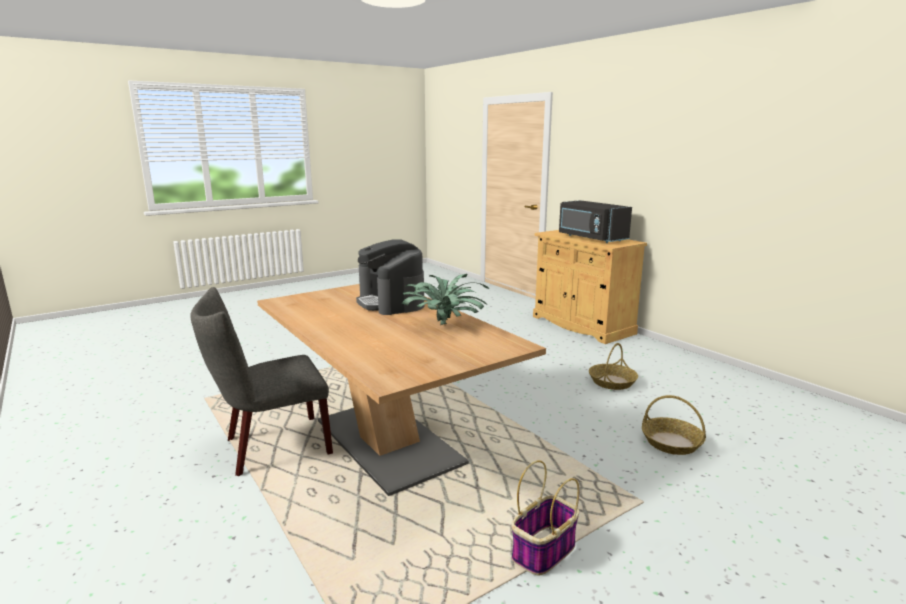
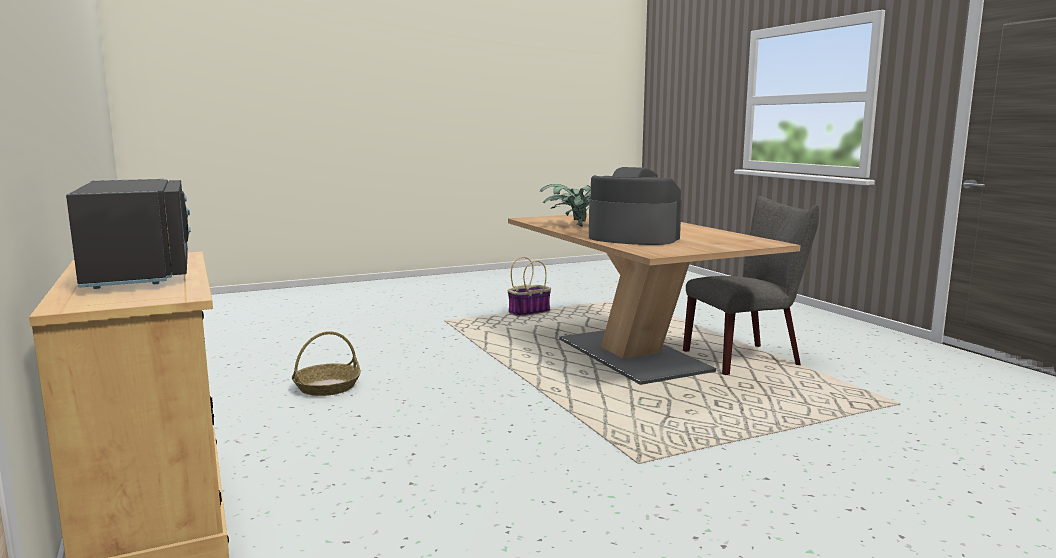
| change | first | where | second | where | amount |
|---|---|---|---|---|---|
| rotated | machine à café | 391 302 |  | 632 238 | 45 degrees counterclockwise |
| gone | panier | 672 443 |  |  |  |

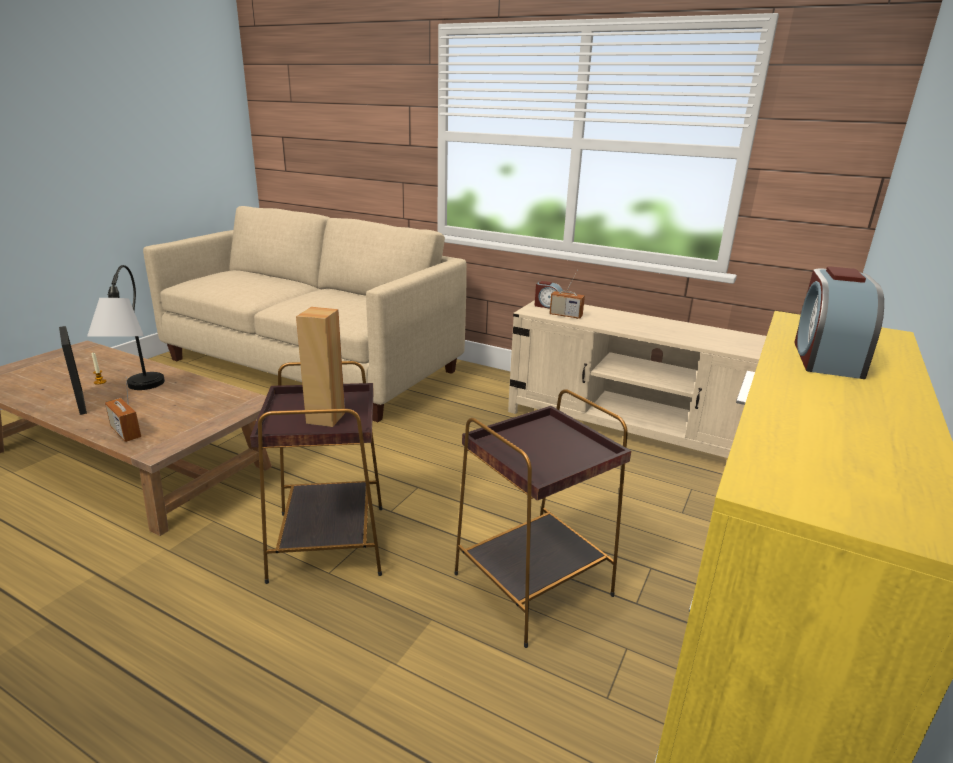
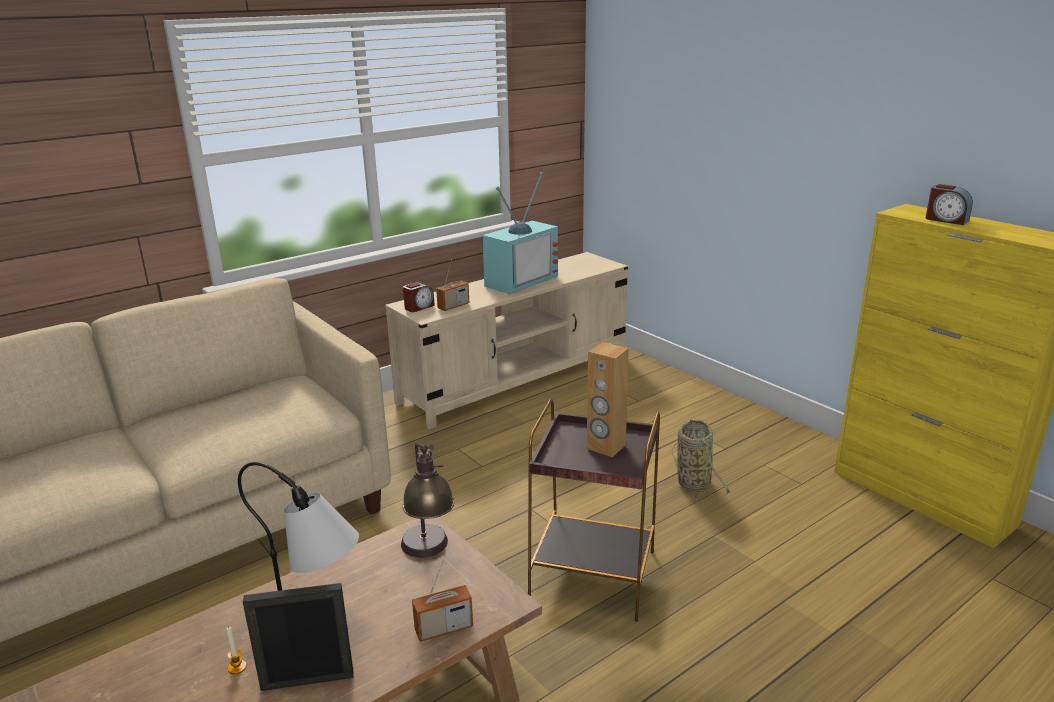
| change | first | where | second | where | amount |
|---|---|---|---|---|---|
| new |  |  | lampe de table | 429 553 |  |
| new |  |  | téléviseur | 519 280 |  |
| swapped | table d'appoint [marron] | 534 584 | panier | 692 482 |  |

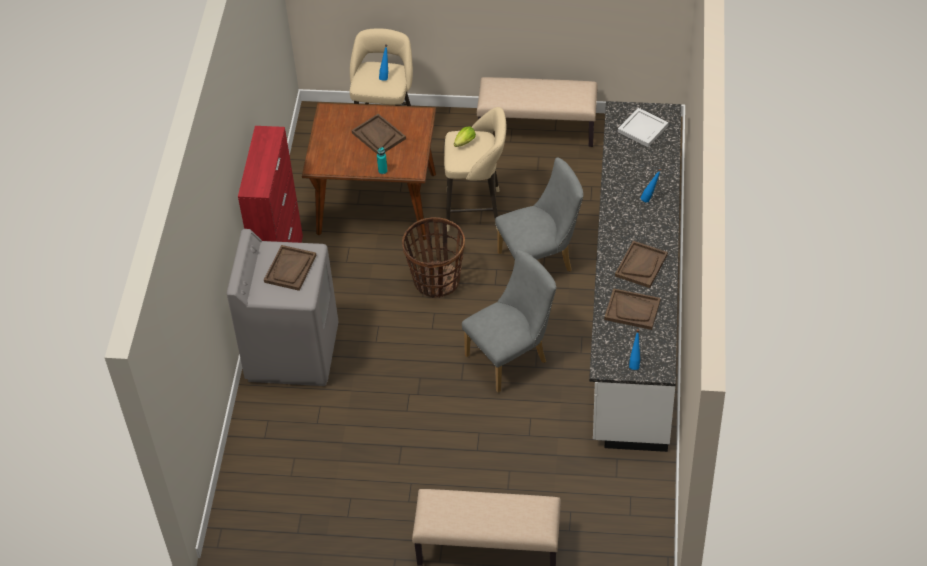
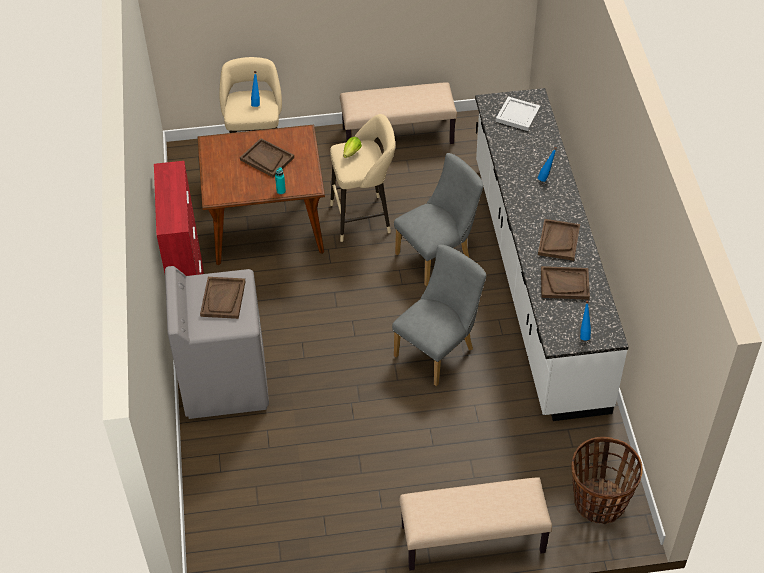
| change | first | where | second | where | amount |
|---|---|---|---|---|---|
| shifted | panier | 436 280 |  | 599 502 |  |

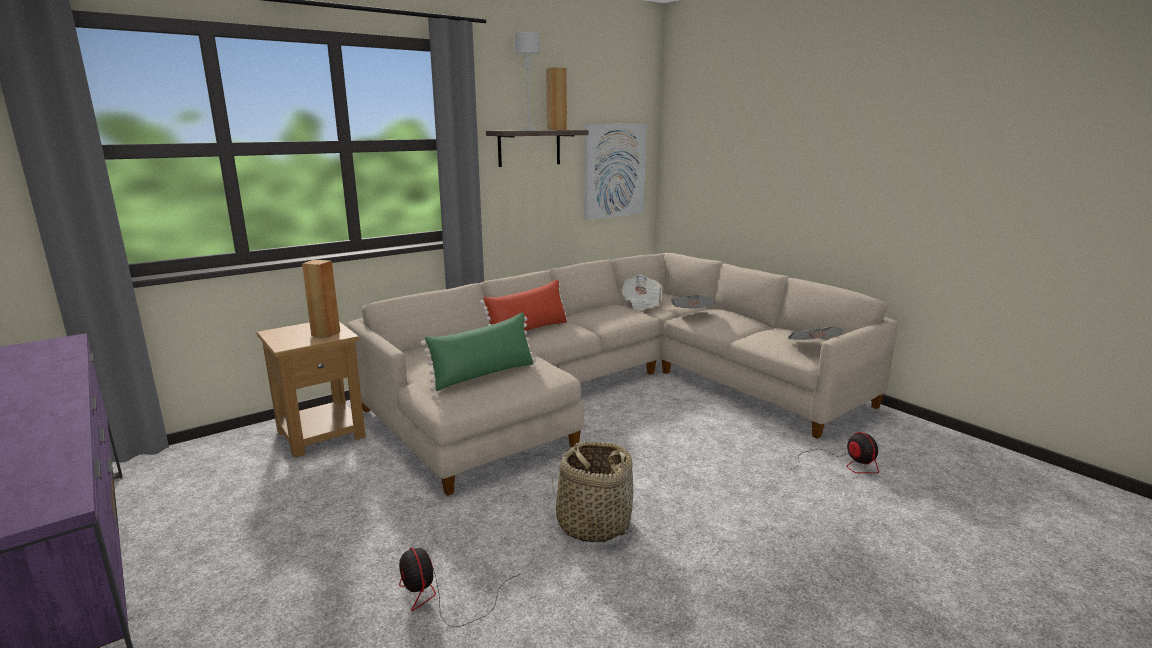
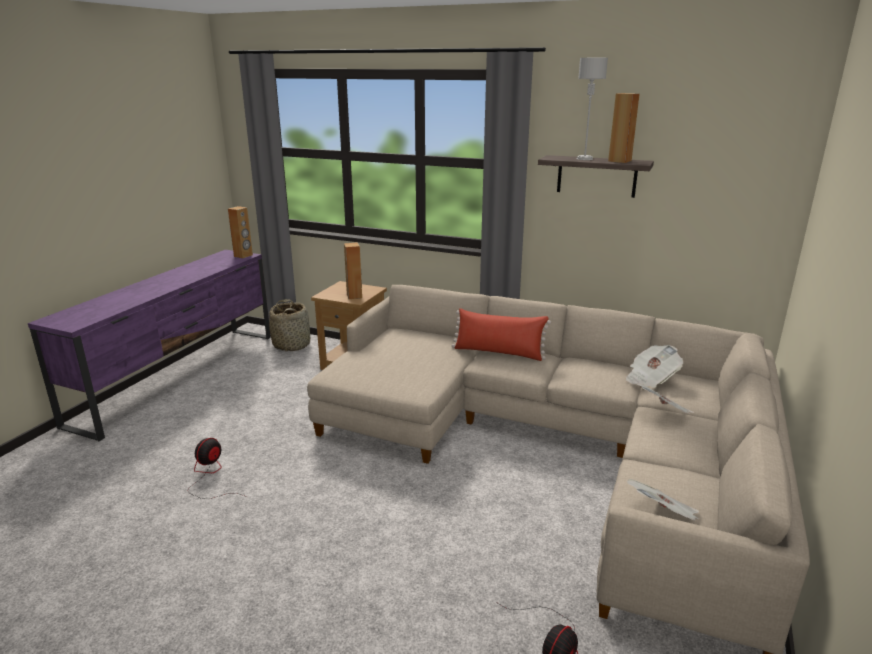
| change | first | where | second | where | amount |
|---|---|---|---|---|---|
| new |  |  | enceinte [marron] | 243 256 |  |
| shifted | panier | 593 523 |  | 292 344 |  |
| gone | coussin [vert] | 484 375 |  |  |  |
| gone | tableau | 615 171 |  |  |  |

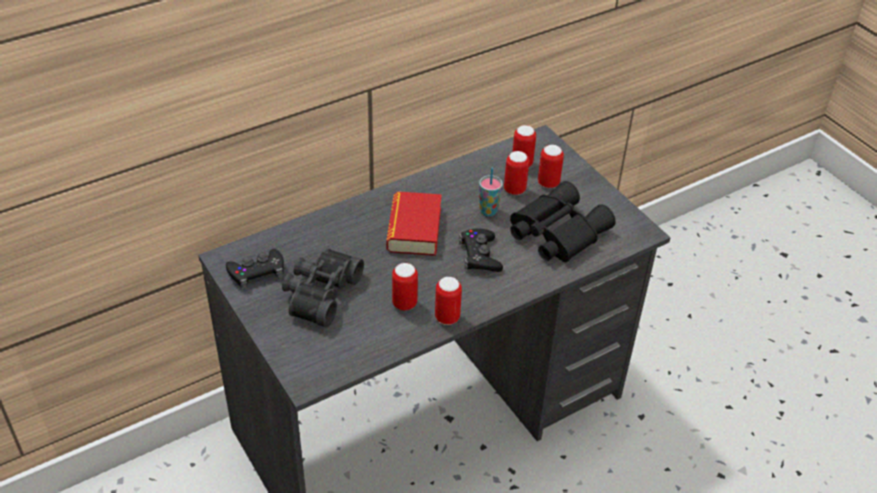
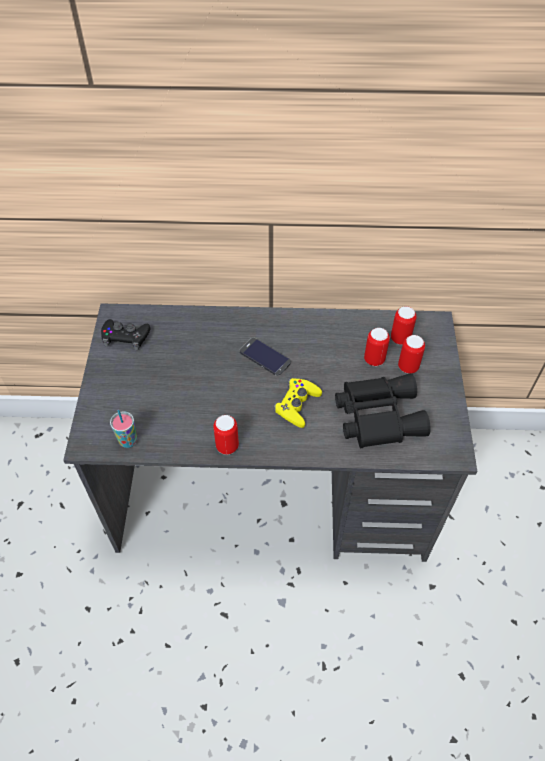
| change | first | where | second | where | amount |
|---|---|---|---|---|---|
| shifted | tasse | 488 211 |  | 128 441 |  |
| swapped | livre | 414 229 | téléphone | 265 356 |  |
| repainted | manette [noir] | 480 255 | manette [jaune] | 297 405 |  |
| gone | jumelles [noir] | 319 293 |  |  |  |
| gone | boîte métallique | 404 303 |  |  |  |

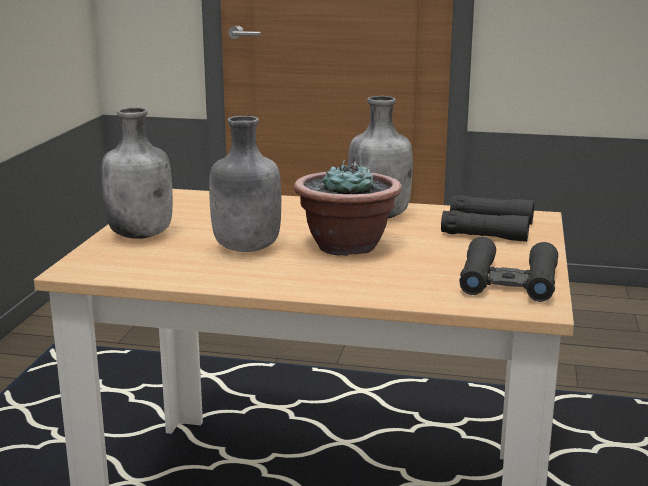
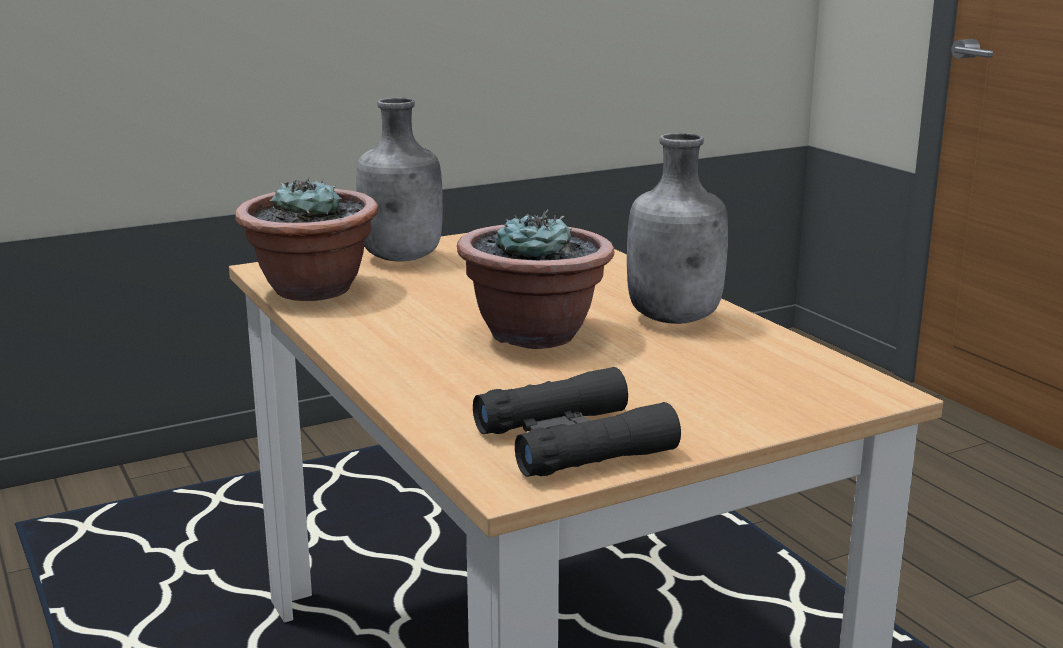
| change | first | where | second | where | amount |
|---|---|---|---|---|---|
| new |  |  | plante en pot | 312 290 |  |
| gone | bouteille [gris] | 246 248 |  |  |  |
| gone | jumelles [noir] | 487 228 |  |  |  |

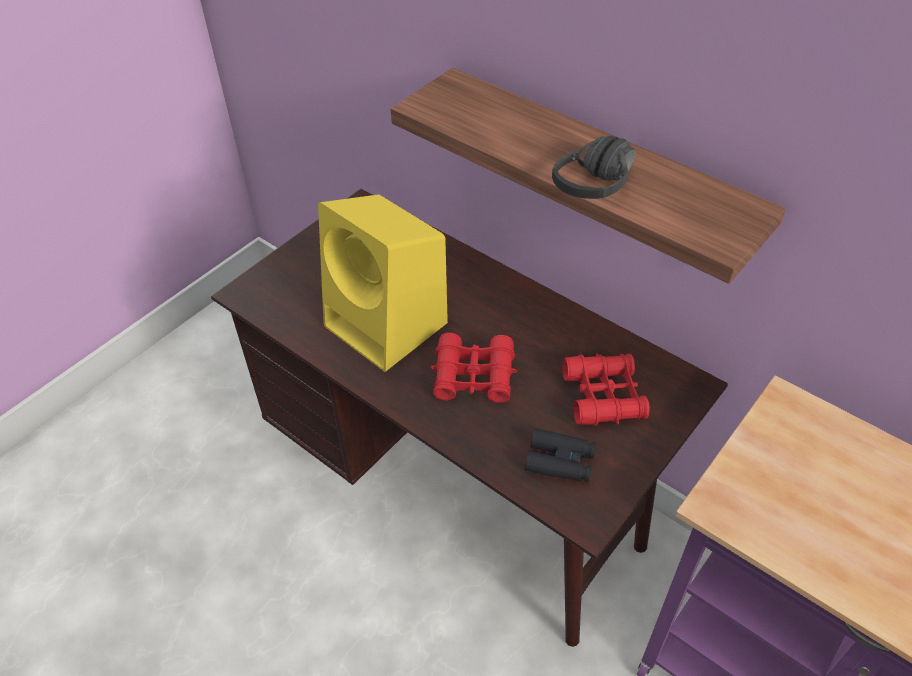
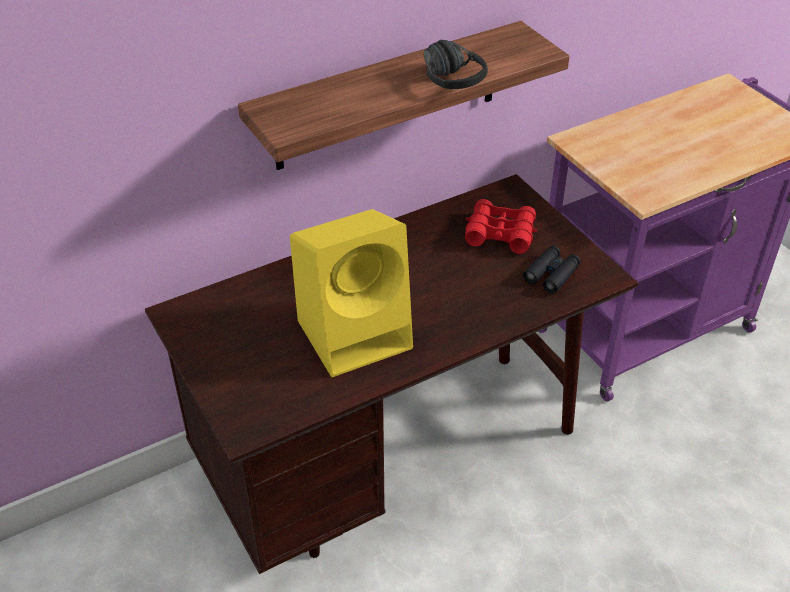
| change | first | where | second | where | amount |
|---|---|---|---|---|---|
| gone | jumelles [rouge] | 474 376 |  |  |  |

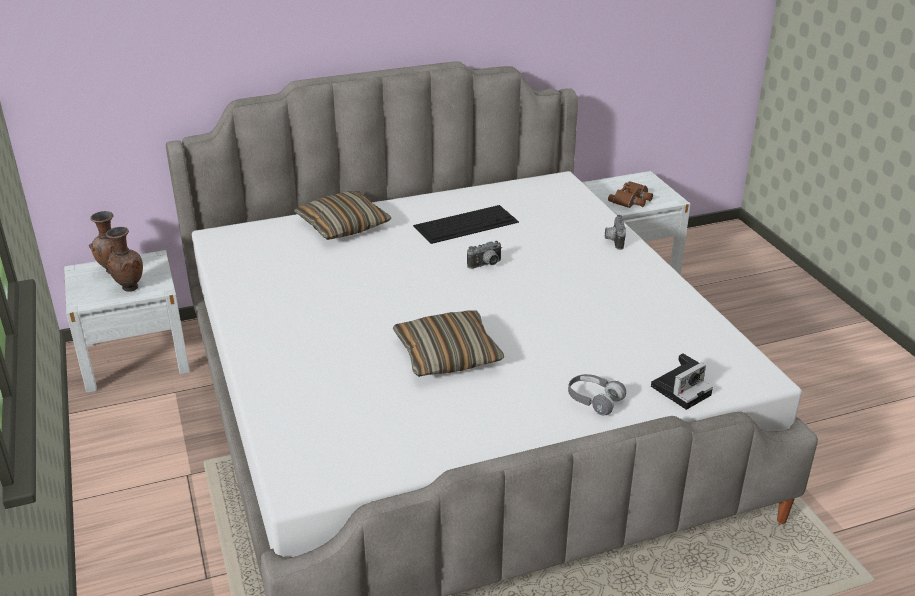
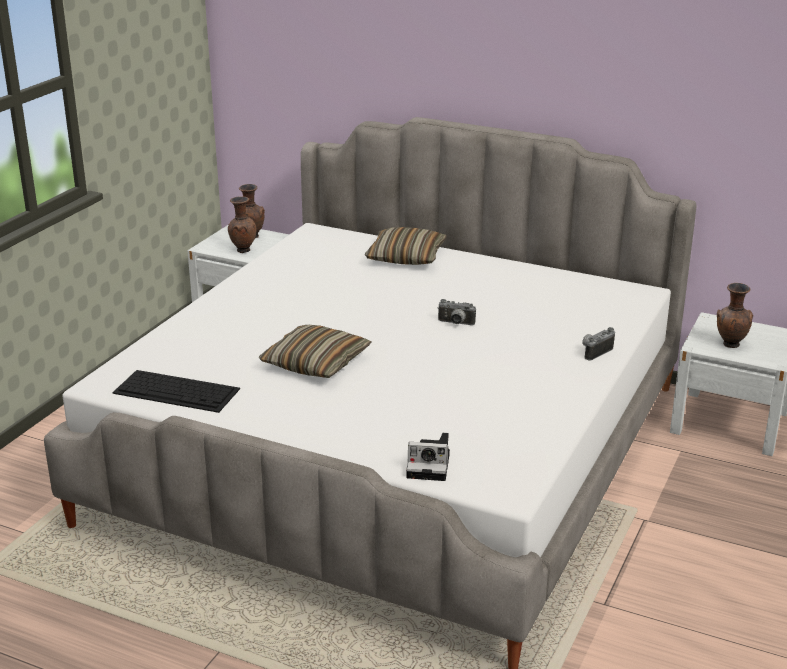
| change | first | where | second | where | amount |
|---|---|---|---|---|---|
| shifted | clavier | 467 223 |  | 178 391 |  |
| swapped | jumelles [marron] | 632 199 | vase [marron] | 730 345 |  |
| gone | casque audio [gris] | 594 400 |  |  |  |

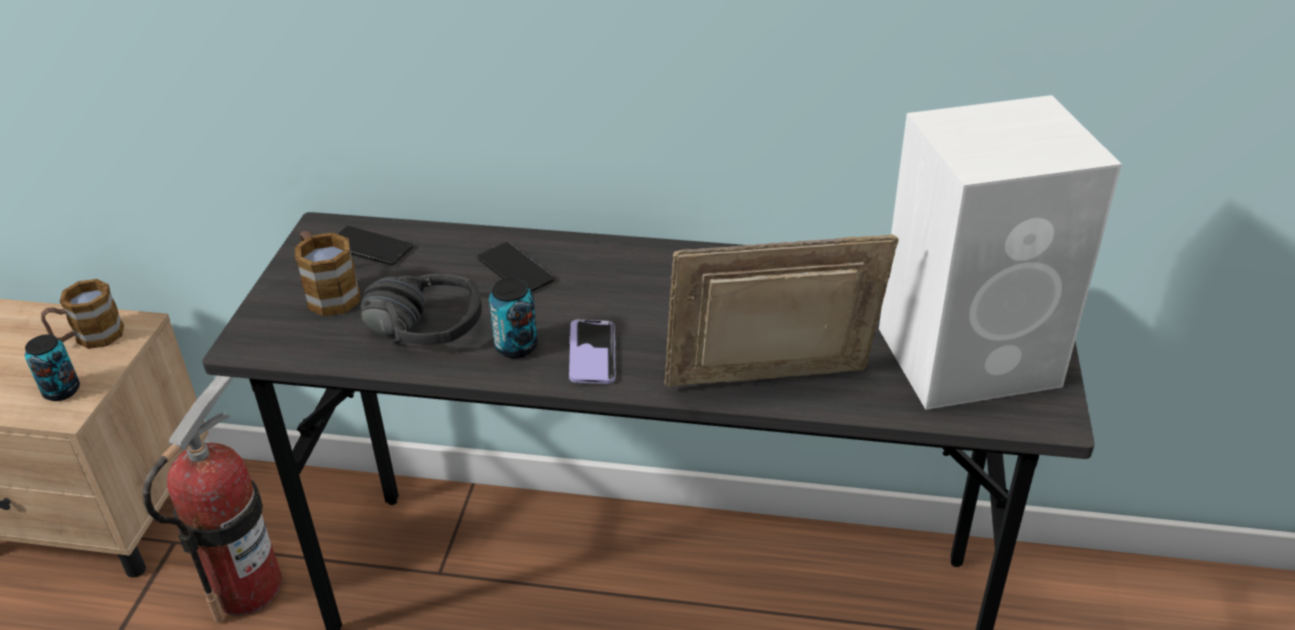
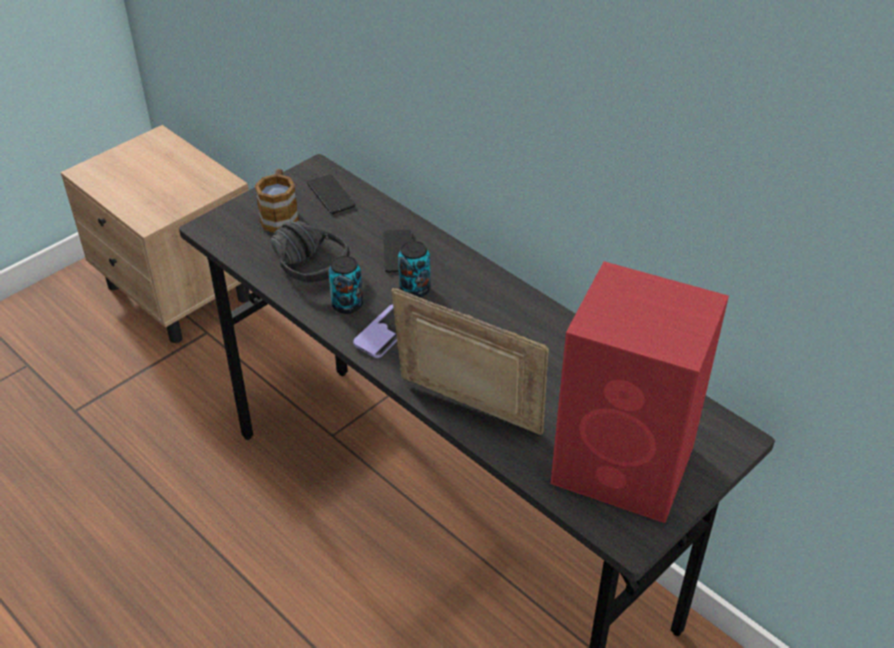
| change | first | where | second | where | amount |
|---|---|---|---|---|---|
| shifted | boîte métallique | 62 391 |  | 415 290 |  |
| repainted | enceinte [blanc] | 972 356 | enceinte [rouge] | 626 466 |  |
| gone | mug | 89 338 |  |  |  |
| gone | extincteur | 246 587 |  |  |  |

